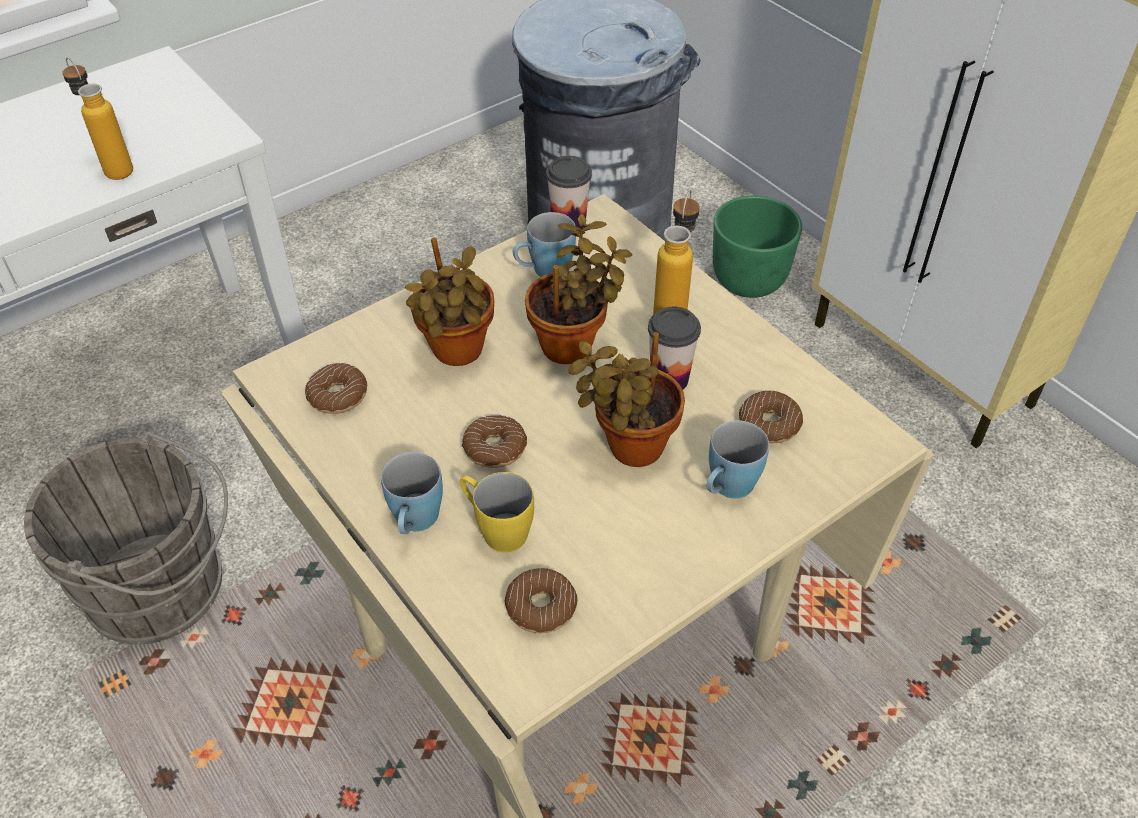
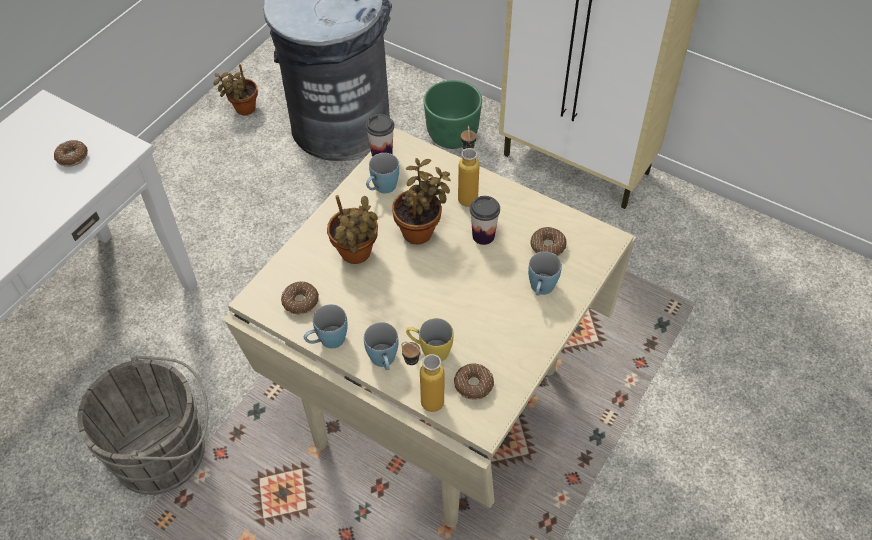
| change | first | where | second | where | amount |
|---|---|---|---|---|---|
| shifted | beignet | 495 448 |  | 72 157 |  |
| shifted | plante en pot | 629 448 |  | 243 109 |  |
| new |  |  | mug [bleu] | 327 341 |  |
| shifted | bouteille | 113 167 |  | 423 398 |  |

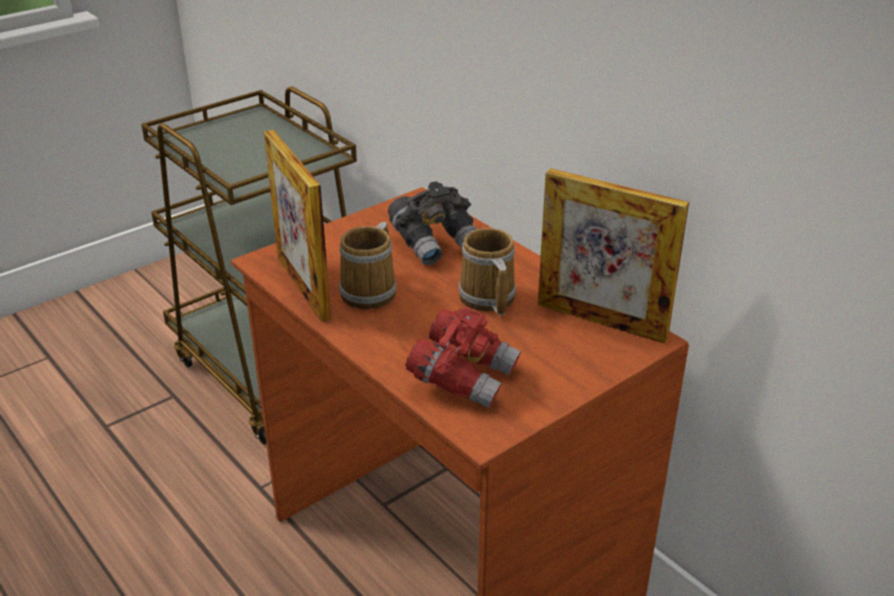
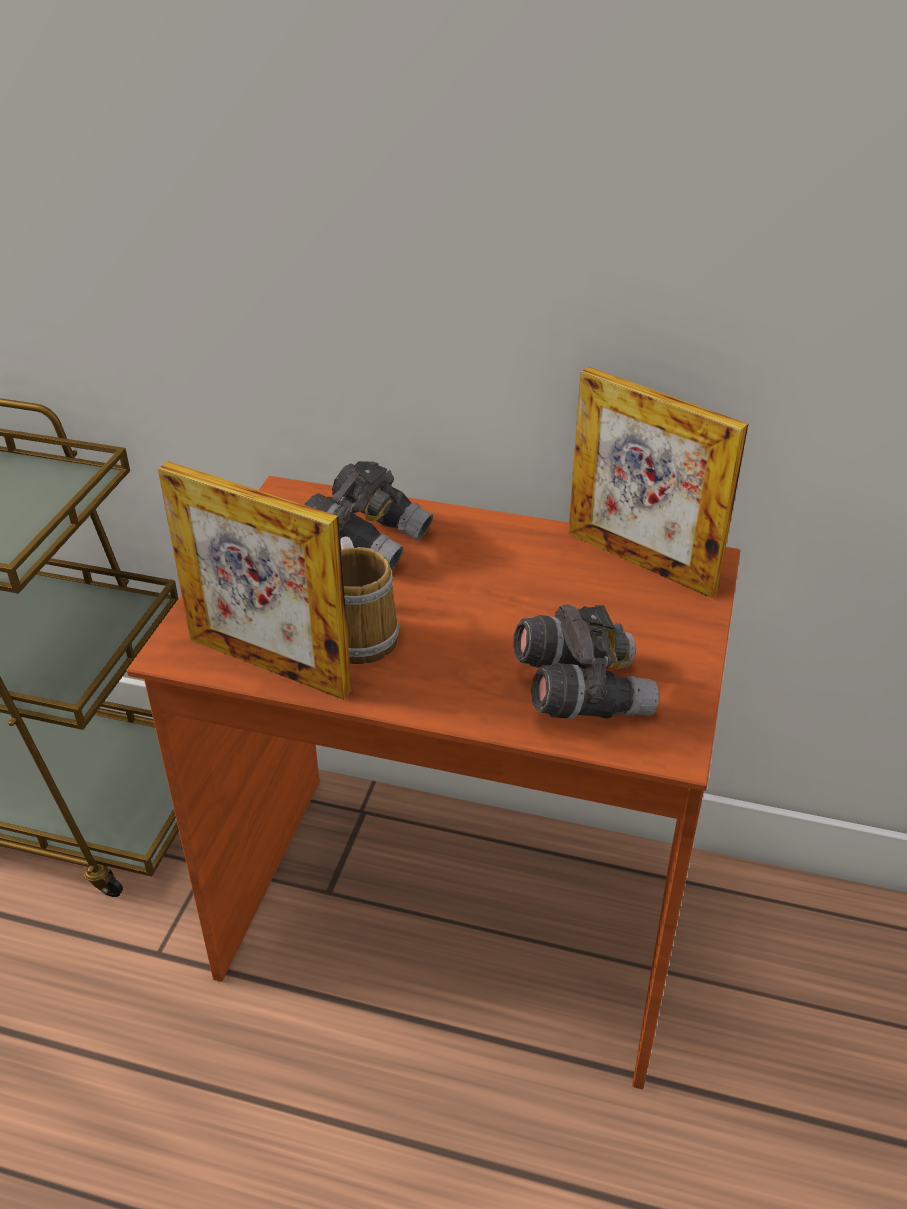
| change | first | where | second | where | amount |
|---|---|---|---|---|---|
| repainted | jumelles [rouge] | 463 377 | jumelles [gris] | 580 692 |  |
| rotated | cadre photo | 601 321 |  | 640 561 | 45 degrees clockwise |
| gone | mug | 486 299 |  |  |  |

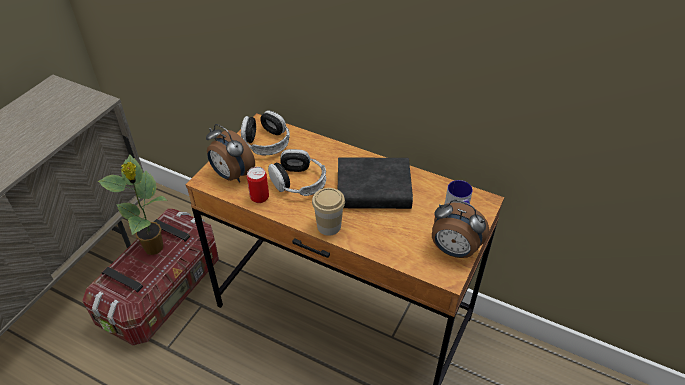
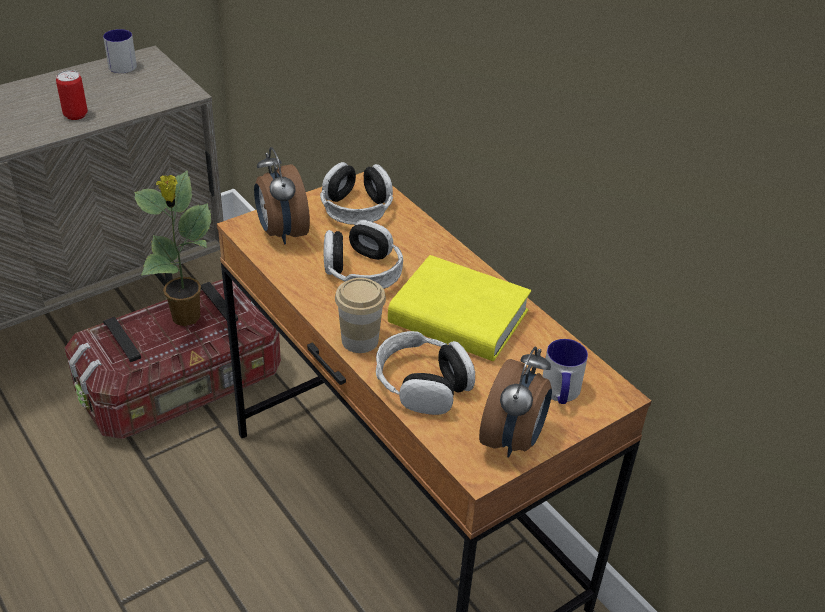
| change | first | where | second | where | amount |
|---|---|---|---|---|---|
| shifted | boîte métallique | 259 197 |  | 75 115 |  |
| new |  |  | mug | 122 64 |  |
| new |  |  | casque audio | 422 384 |  |
| repainted | livre [noir] | 373 189 | livre [jaune] | 458 318 |  |
| rotated | réveil | 453 250 |  | 513 440 | 120 degrees counterclockwise |

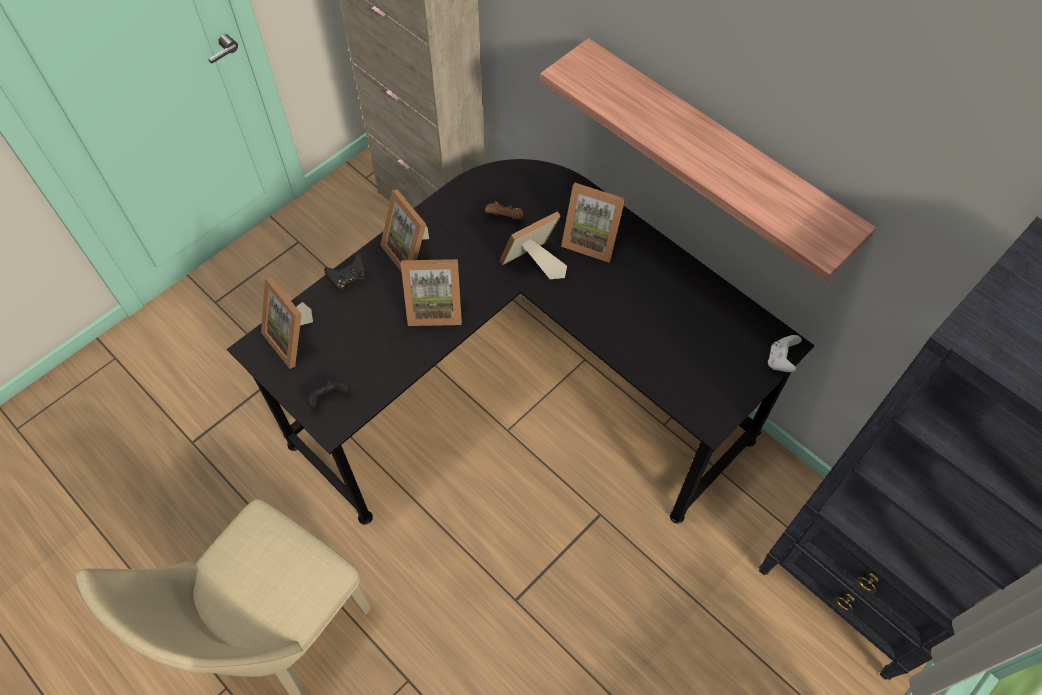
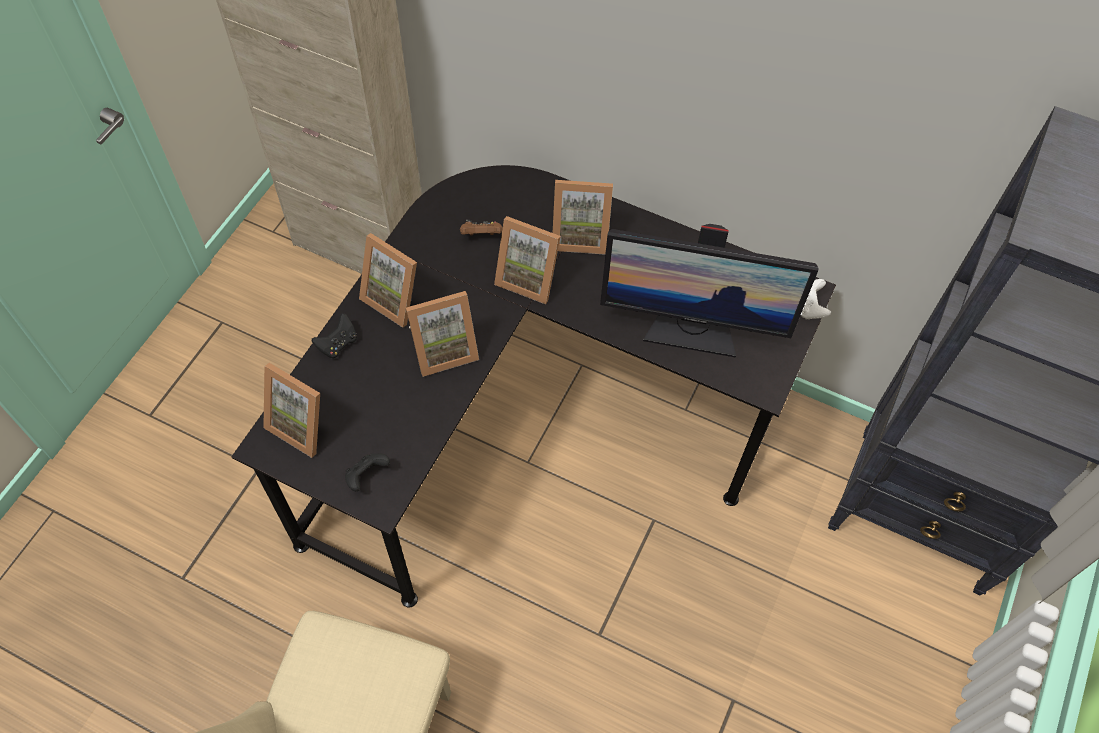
| change | first | where | second | where | amount |
|---|---|---|---|---|---|
| rotated | cadre photo | 532 265 |  | 529 277 | 105 degrees counterclockwise |
| new |  |  | écran d'ordinateur | 692 329 |  |
| gone | étagère | 715 152 |  |  |  |

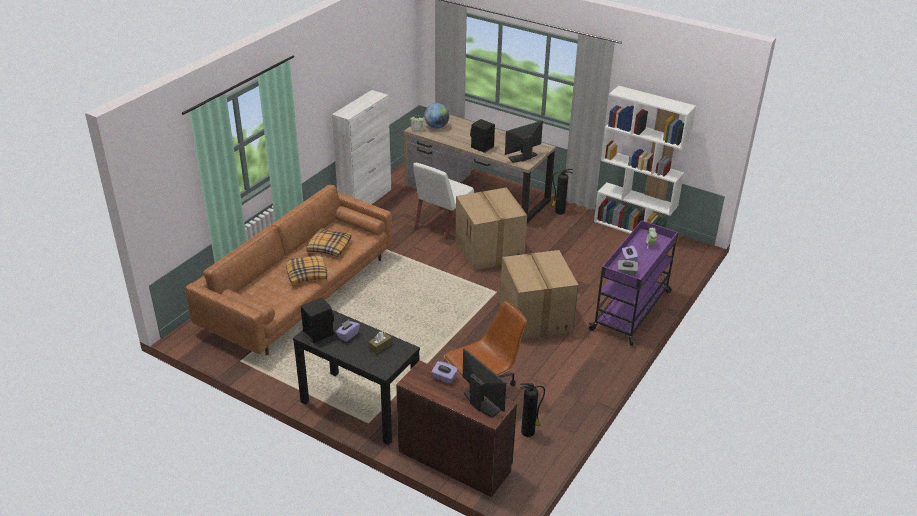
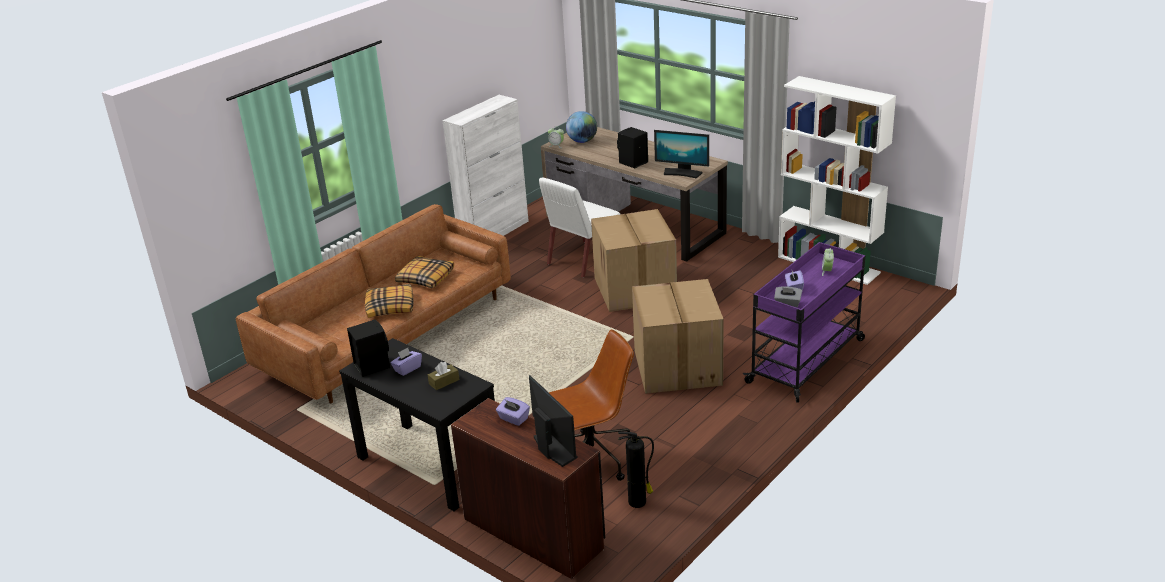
| change | first | where | second | where | amount |
|---|---|---|---|---|---|
| rotated | écran d'ordinateur | 523 157 |  | 682 173 | 135 degrees counterclockwise |
| gone | extincteur | 559 211 |  |  |  |

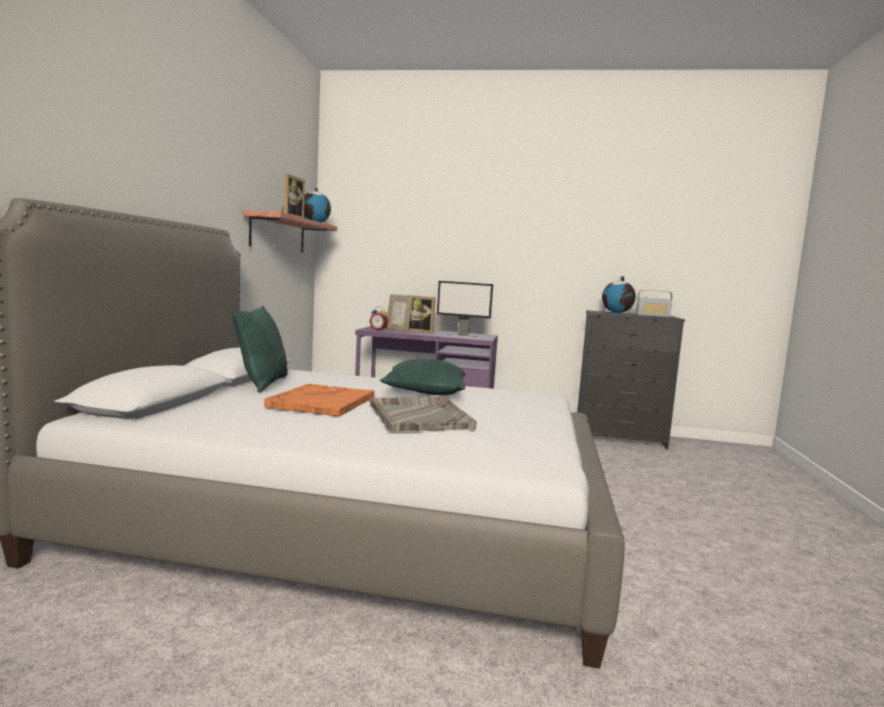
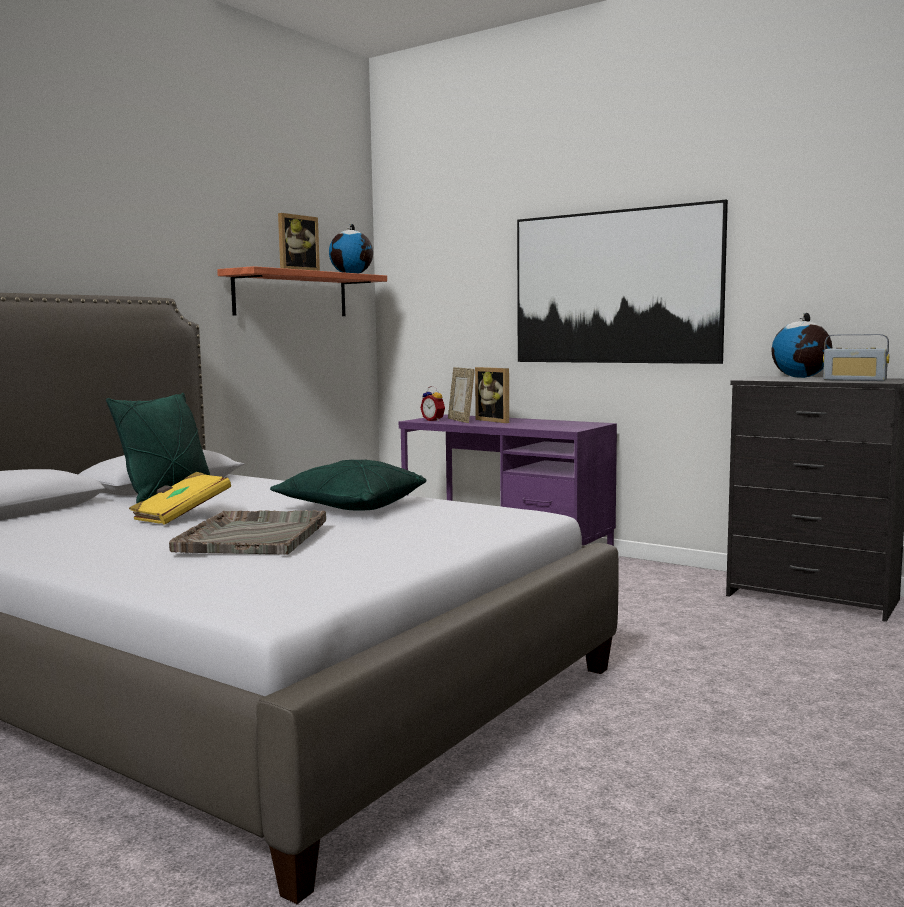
| change | first | where | second | where | amount |
|---|---|---|---|---|---|
| swapped | plateau [orange] | 321 402 | livre [jaune] | 181 516 |  |
| new |  |  | tableau | 615 287 |  |
| gone | écran d'ordinateur | 462 336 |  |  |  |

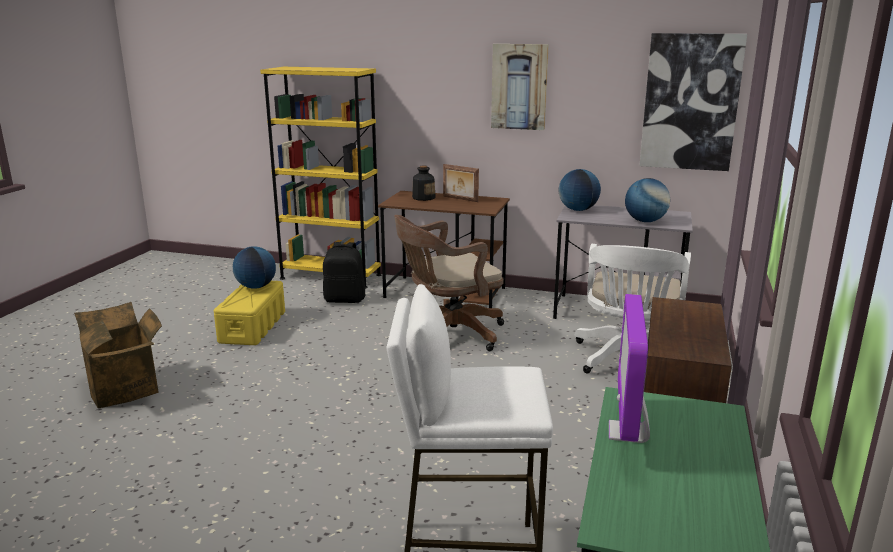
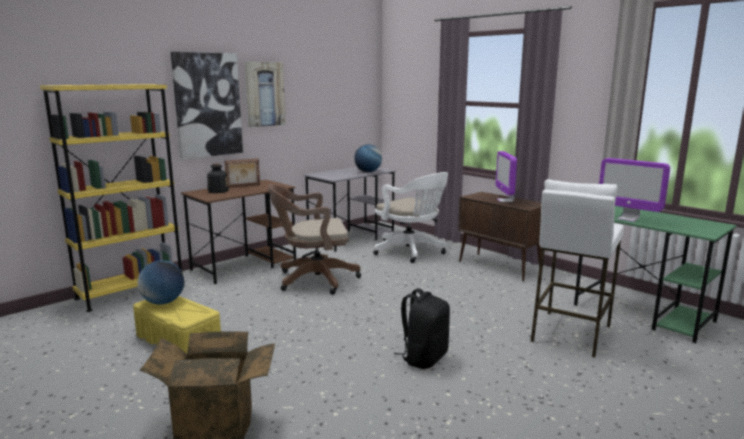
| change | first | where | second | where | amount |
|---|---|---|---|---|---|
| shifted | tableau | 690 102 |  | 207 105 |  |
| rotated | chaise de bureau [marron] | 448 334 |  | 313 280 | 75 degrees clockwise |
| shifted | sac à dos [noir] | 345 299 |  | 424 358 |  |
| new |  |  | écran d'ordinateur | 505 200 |  |
| gone | globe | 578 210 |  |  |  |

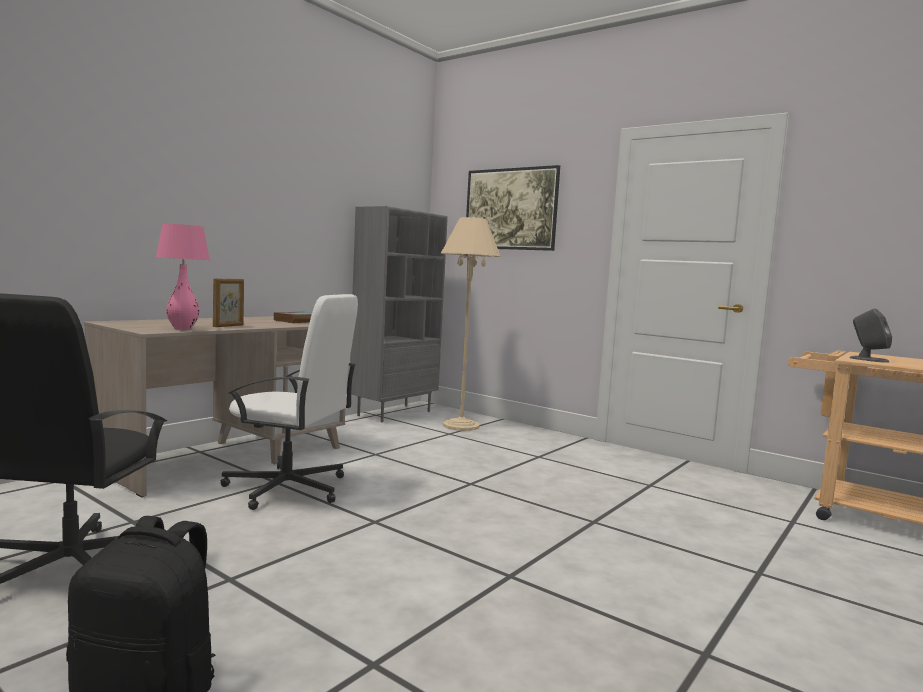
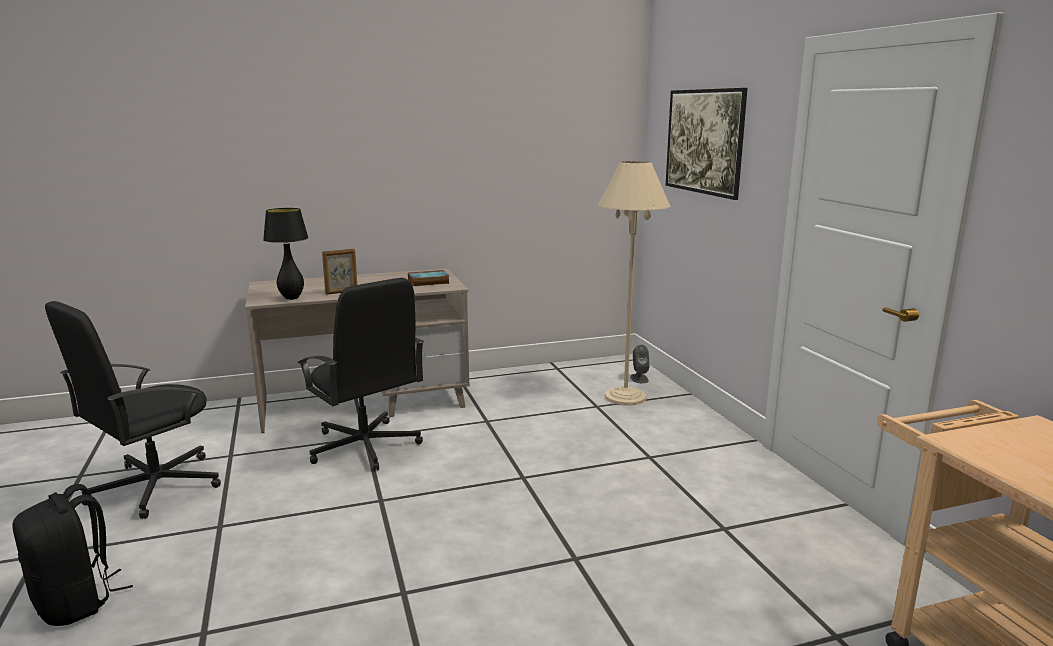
| change | first | where | second | where | amount |
|---|---|---|---|---|---|
| repainted | lampe de table [rose] | 183 329 | lampe de table [noir] | 292 298 |  |
| repainted | chaise de bureau [blanc] | 288 488 | chaise de bureau [noir] | 365 447 |  |
| shifted | enceinte [gris] | 868 359 |  | 639 378 |  |
| gone | bibliothèque [gris] | 394 413 |  |  |  |

